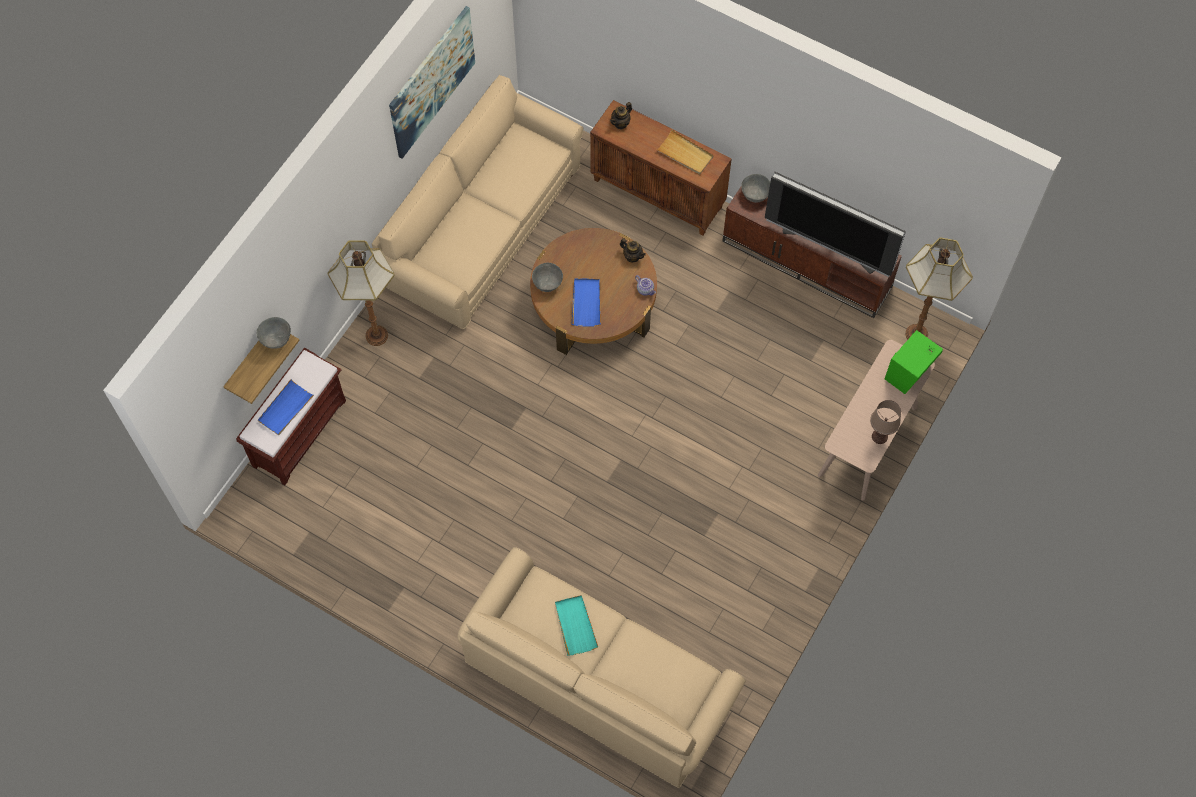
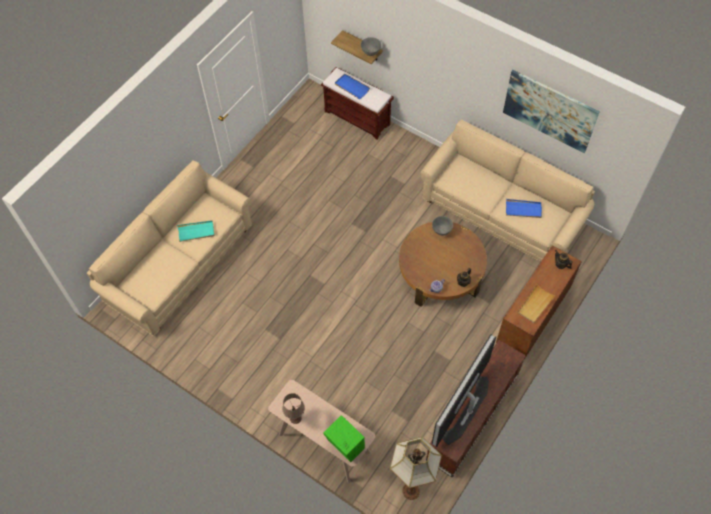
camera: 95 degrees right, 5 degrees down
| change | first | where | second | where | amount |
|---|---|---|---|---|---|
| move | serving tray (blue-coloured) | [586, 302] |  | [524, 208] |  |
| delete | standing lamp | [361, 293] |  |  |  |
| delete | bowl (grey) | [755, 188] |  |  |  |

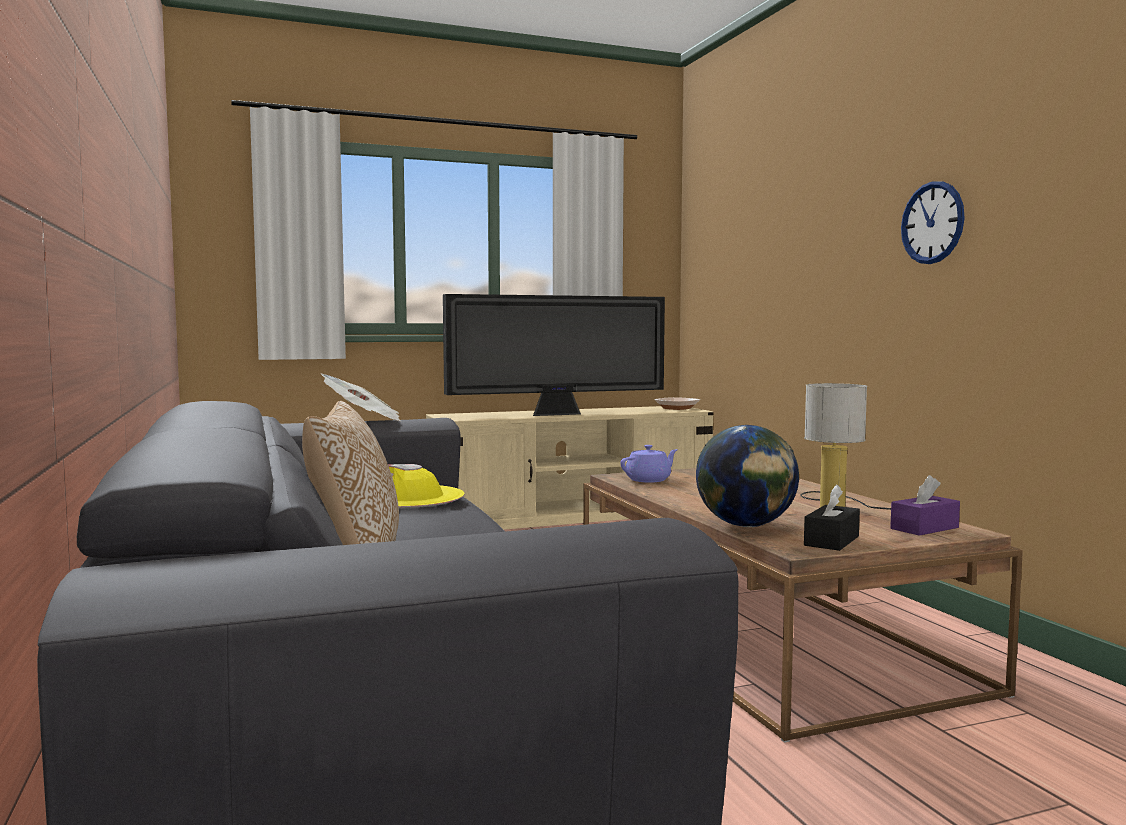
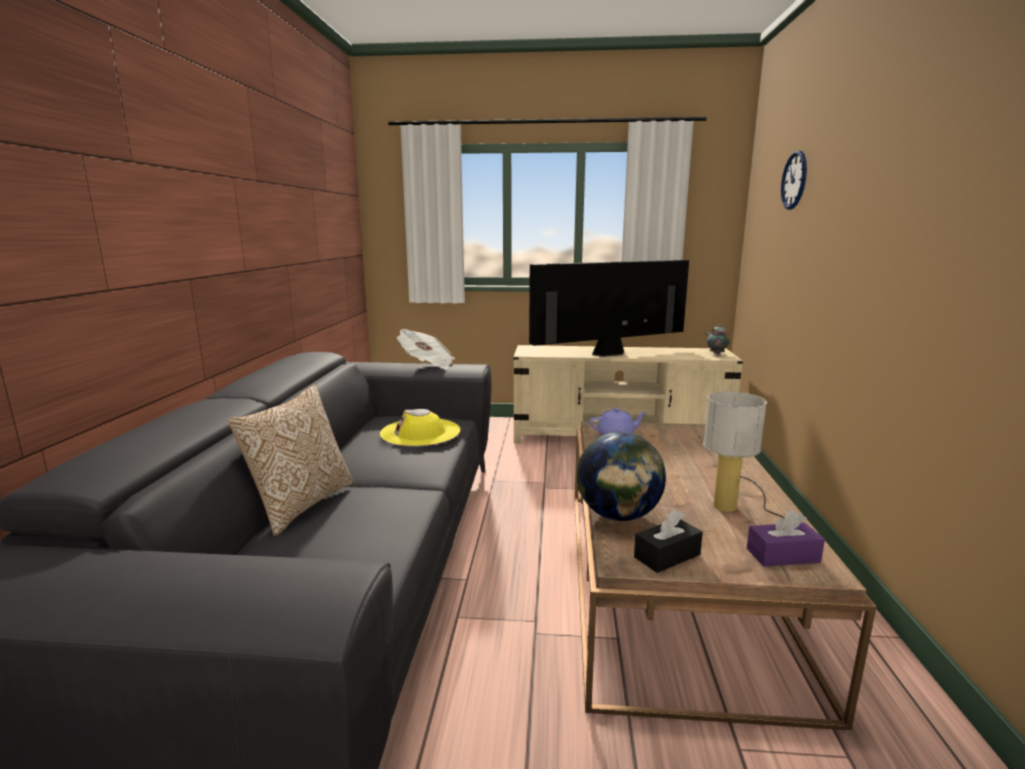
camera: 25 degrees right, 10 degrees up
| change | first | where | second | where | amount |
|---|---|---|---|---|---|
| rotate | TV set | [554, 355] |  | [609, 308] | 150 degrees clockwise |
| replace | bowl | [677, 403] | teapot | [718, 339] |  |
| move | wall clock | [933, 222] |  | [794, 180] |  |

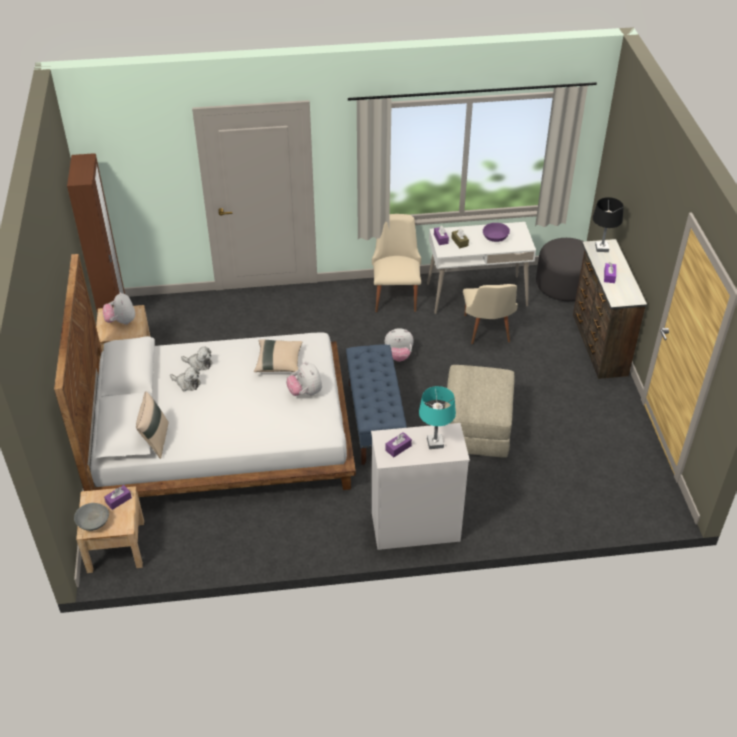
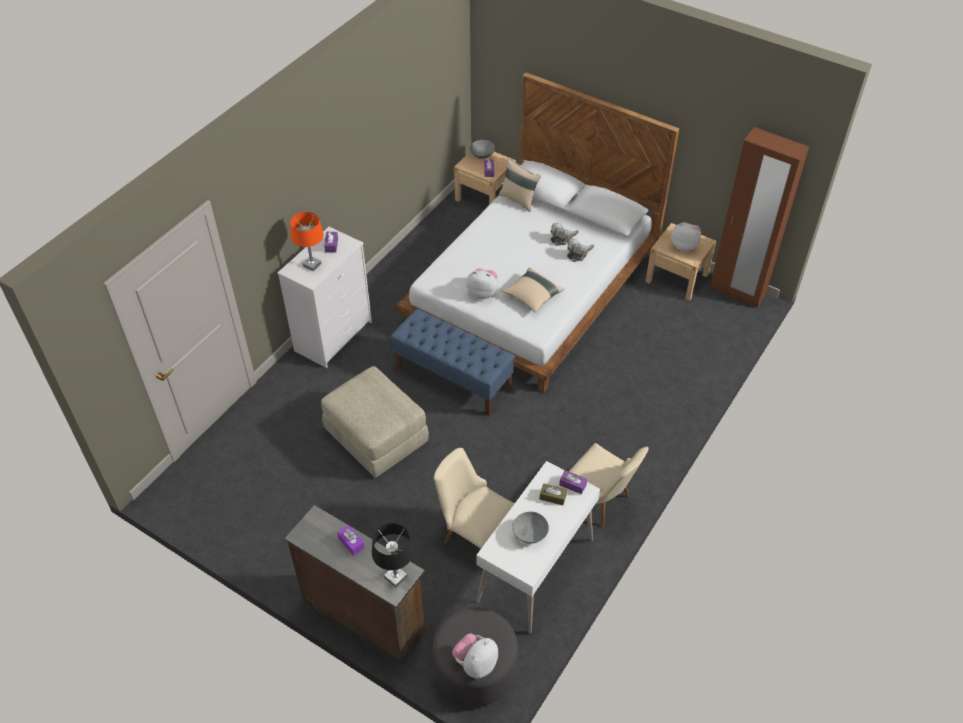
camera: 130 degrees right, 5 degrees up
| change | first | where | second | where | amount |
|---|---|---|---|---|---|
| recolor | tabletop lamp (blue-green) | [437, 417] | tabletop lamp (orangey) | [307, 241] |  |
| move | soft toy | [399, 345] |  | [475, 656] |  |
| recolor | bowl (purplish) | [496, 232] | bowl (grey) | [530, 528] |  |

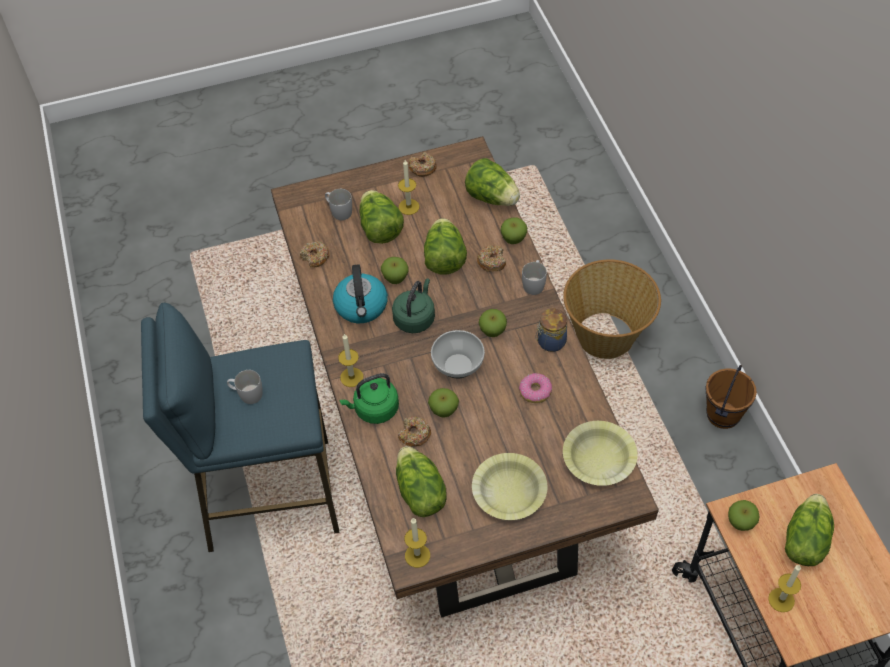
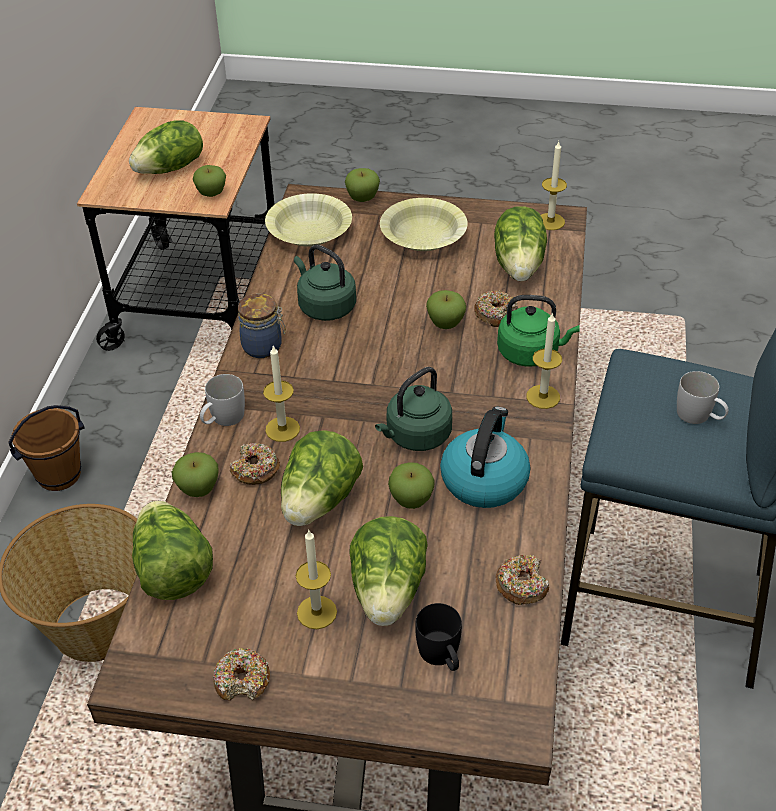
camera: 155 degrees left, 10 degrees down
| change | first | where | second | where | amount |
|---|---|---|---|---|---|
| move | wax light | [784, 588] |  | [281, 393] |  |
| replace | donut | [535, 388] | kettle (green-coloured) | [325, 283] |  |
| move | apple | [493, 323] |  | [362, 185] |  |
| recolor | coffee mug (whitish) | [338, 204] | coffee mug (black-coloured) | [438, 637] |  |
| delete | bowl | [458, 354] |  |  |  |

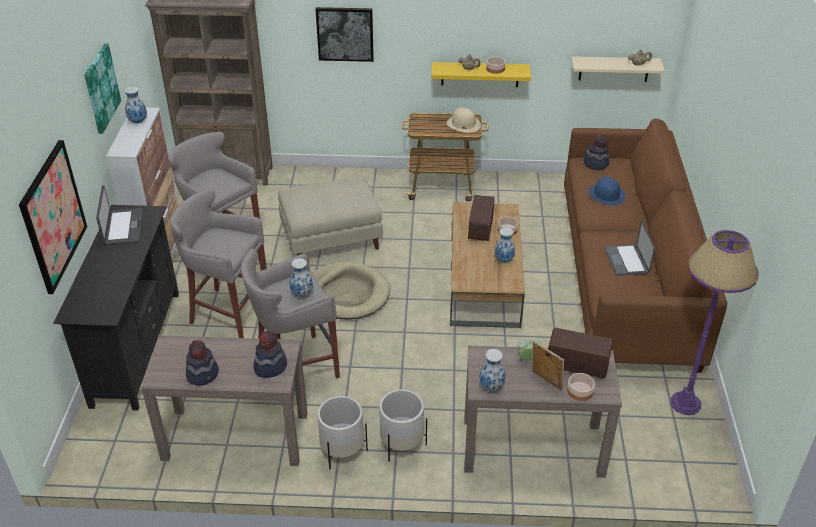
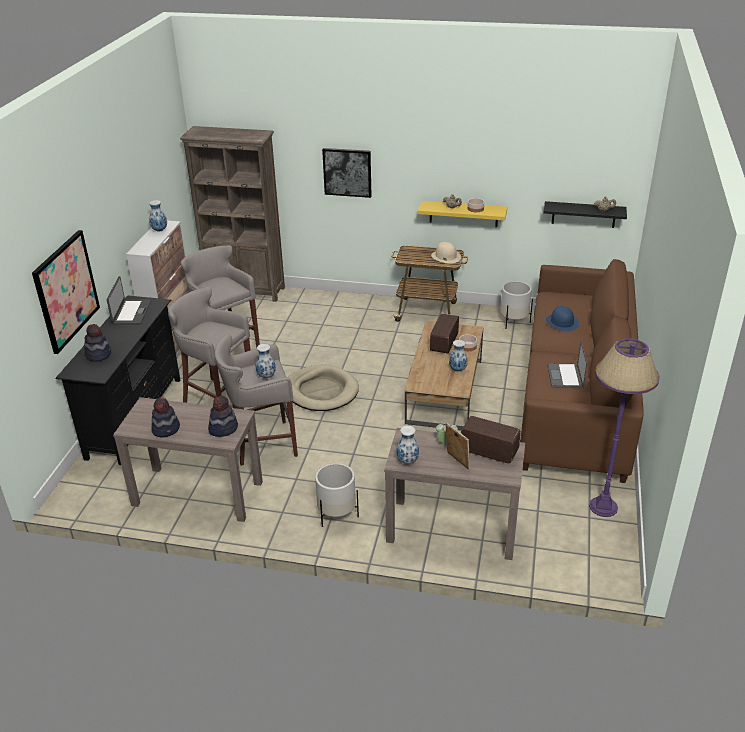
camera: 10 degrees right, 5 degrees down
| change | first | where | second | where | amount |
|---|---|---|---|---|---|
| move | clothing hat | [596, 152] |  | [97, 343] |  |
| move | planter (whitish) | [342, 433] |  | [516, 305] |  |
| recolor | bracket shelf (sand-coloured) | [618, 69] | bracket shelf (black-coloured) | [585, 214] |  |
| delete | picture | [102, 89] |  |  |  |
| delete | footrest (sand-coloured) | [330, 215] |  |  |  |
| delete | bowl | [581, 387] |  |  |  |

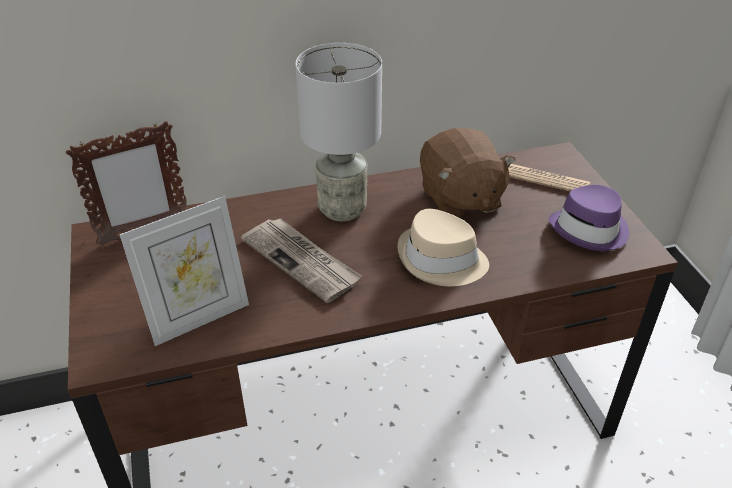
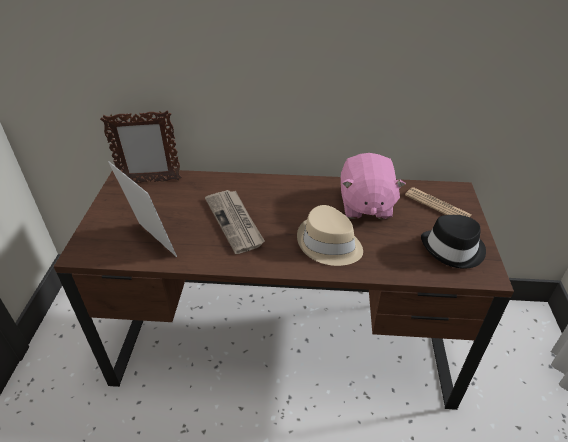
camera: 20 degrees right, 0 degrees up
| change | first | where | second | where | amount |
|---|---|---|---|---|---|
| rotate | standing frame | [184, 271] |  | [142, 209] | 120 degrees counterclockwise |
| recolor | soft toy (brown) | [468, 173] | soft toy (pink-coloured) | [373, 186] |  |
| recolor | clothing hat (purplish) | [589, 218] | clothing hat (black-coloured) | [453, 241] |  |
| delete | tabletop lamp (grey) | [338, 132] |  |  |  |

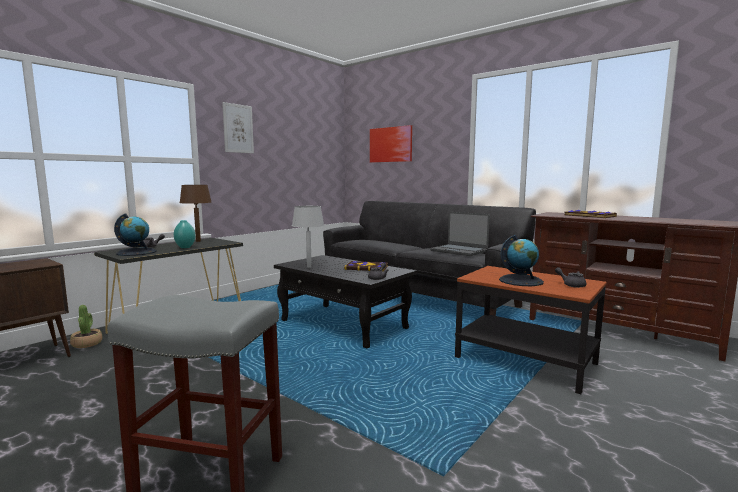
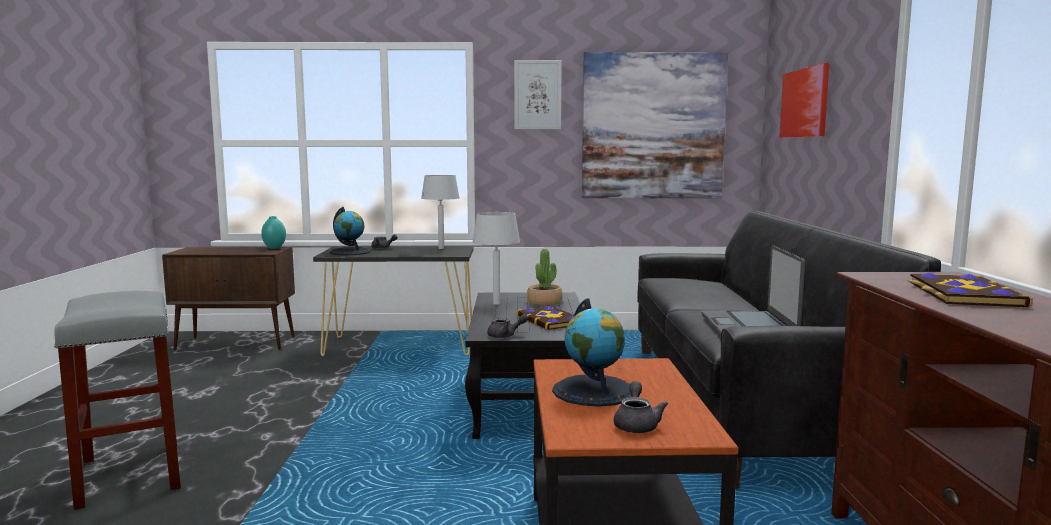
camera: 50 degrees right, 0 degrees up
| change | first | where | second | where | amount |
|---|---|---|---|---|---|
| move | vase (blue-green) | [184, 234] |  | [273, 232] |  |
| recolor | tabletop lamp (brown) | [195, 213] | tabletop lamp (grey) | [440, 212] |  |
| move | houseplant | [86, 326] |  | [545, 277] |  |
| insert |  |  | picture | [655, 125] |  |

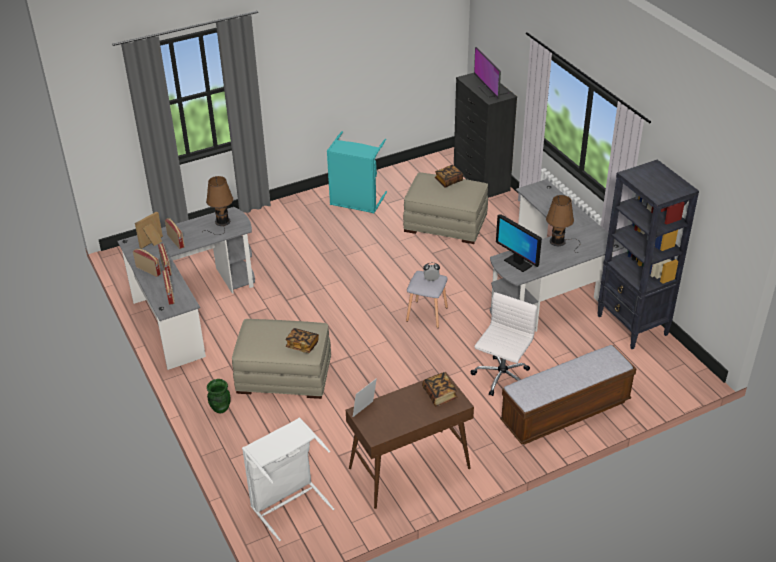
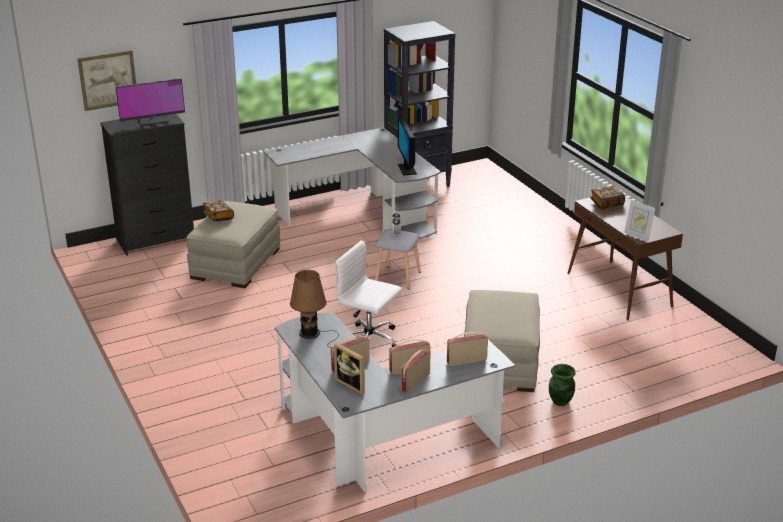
camera: 90 degrees left, 10 degrees down
| change | first | where | second | where | amount |
|---|---|---|---|---|---|
| insert |  |  | picture | [106, 80] |  |
| move | computer chair (whitish) | [504, 344] |  | [368, 293] |  |
| rotate | computer screen | [519, 243] |  | [407, 146] | 120 degrees clockwise |
| delete | hamper (whitish) | [288, 479] |  |  |  |
| delete | volume | [302, 340] |  |  |  |
| delete | hamper (blue-green) | [357, 172] |  |  |  |
| delete | indoor bench | [568, 395] |  |  |  |
| delete | tabletop lamp (brown) | [563, 224] |  |  |  |

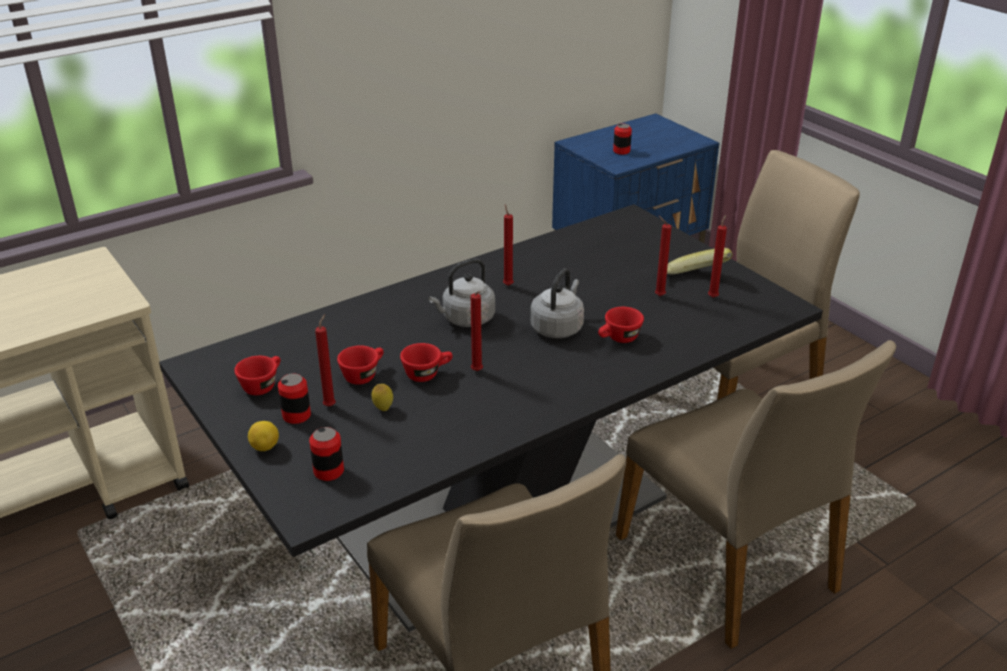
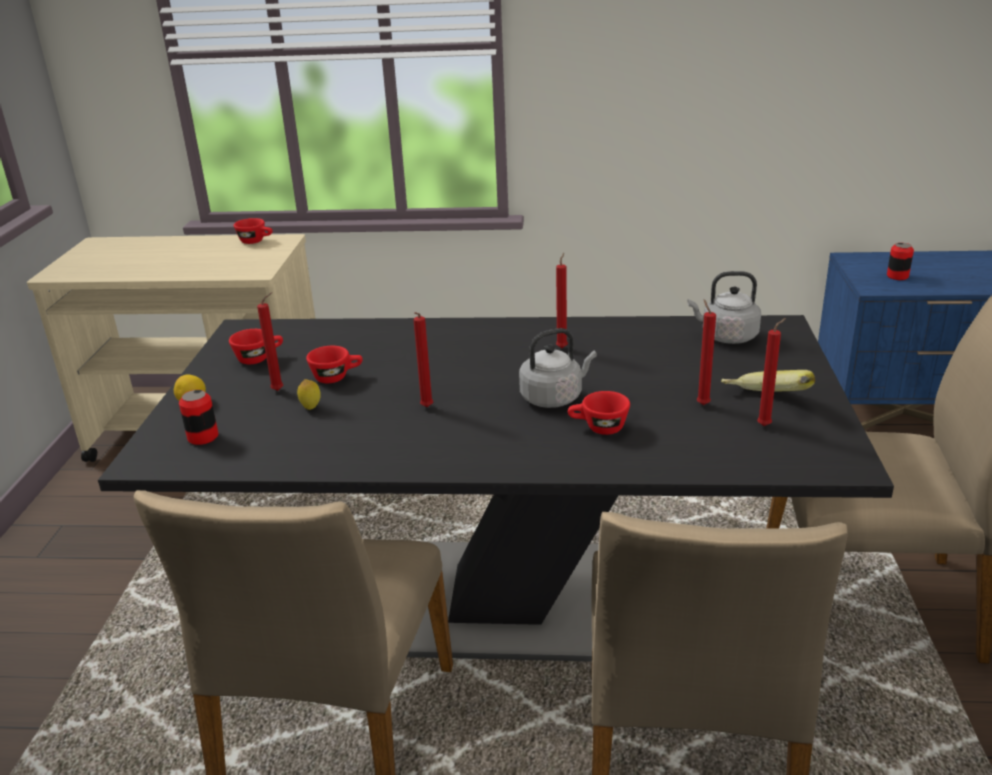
camera: 40 degrees right, 5 degrees down
| change | first | where | second | where | amount |
|---|---|---|---|---|---|
| move | cup (reddish) | [426, 362] |  | [253, 231] |  |
| move | kettle (grey) | [462, 293] |  | [724, 307] |  |
| delete | metal can | [294, 398] |  |  |  |

